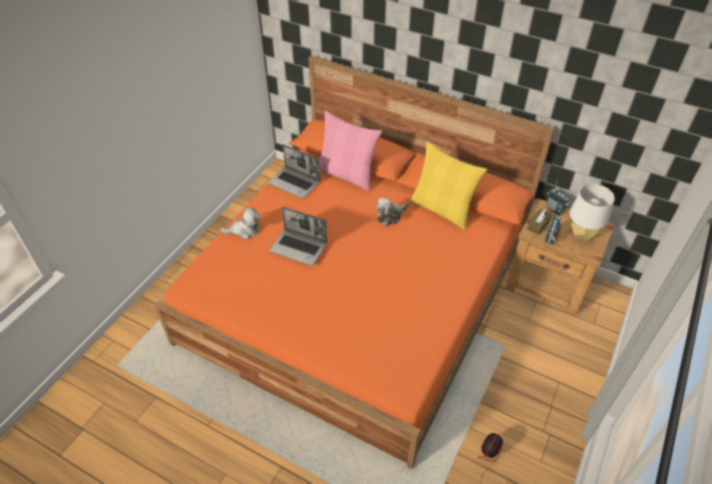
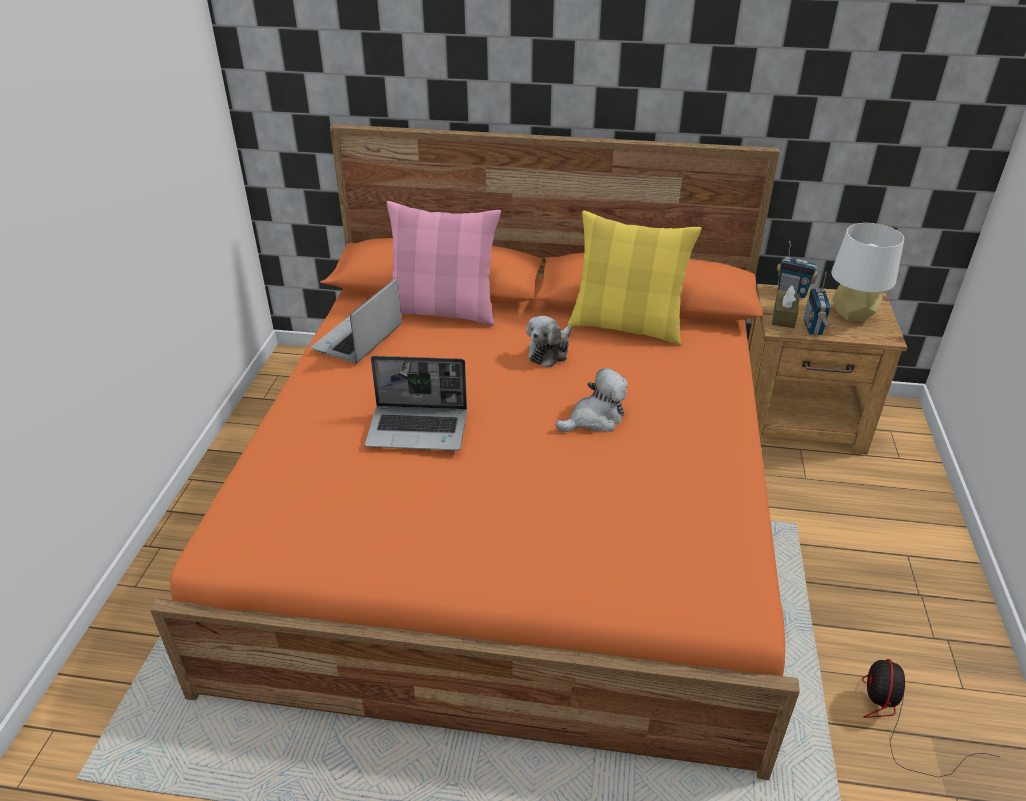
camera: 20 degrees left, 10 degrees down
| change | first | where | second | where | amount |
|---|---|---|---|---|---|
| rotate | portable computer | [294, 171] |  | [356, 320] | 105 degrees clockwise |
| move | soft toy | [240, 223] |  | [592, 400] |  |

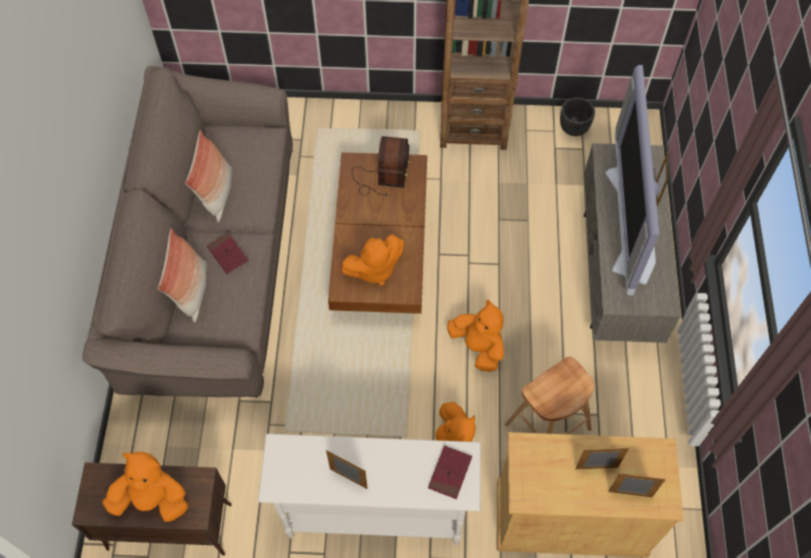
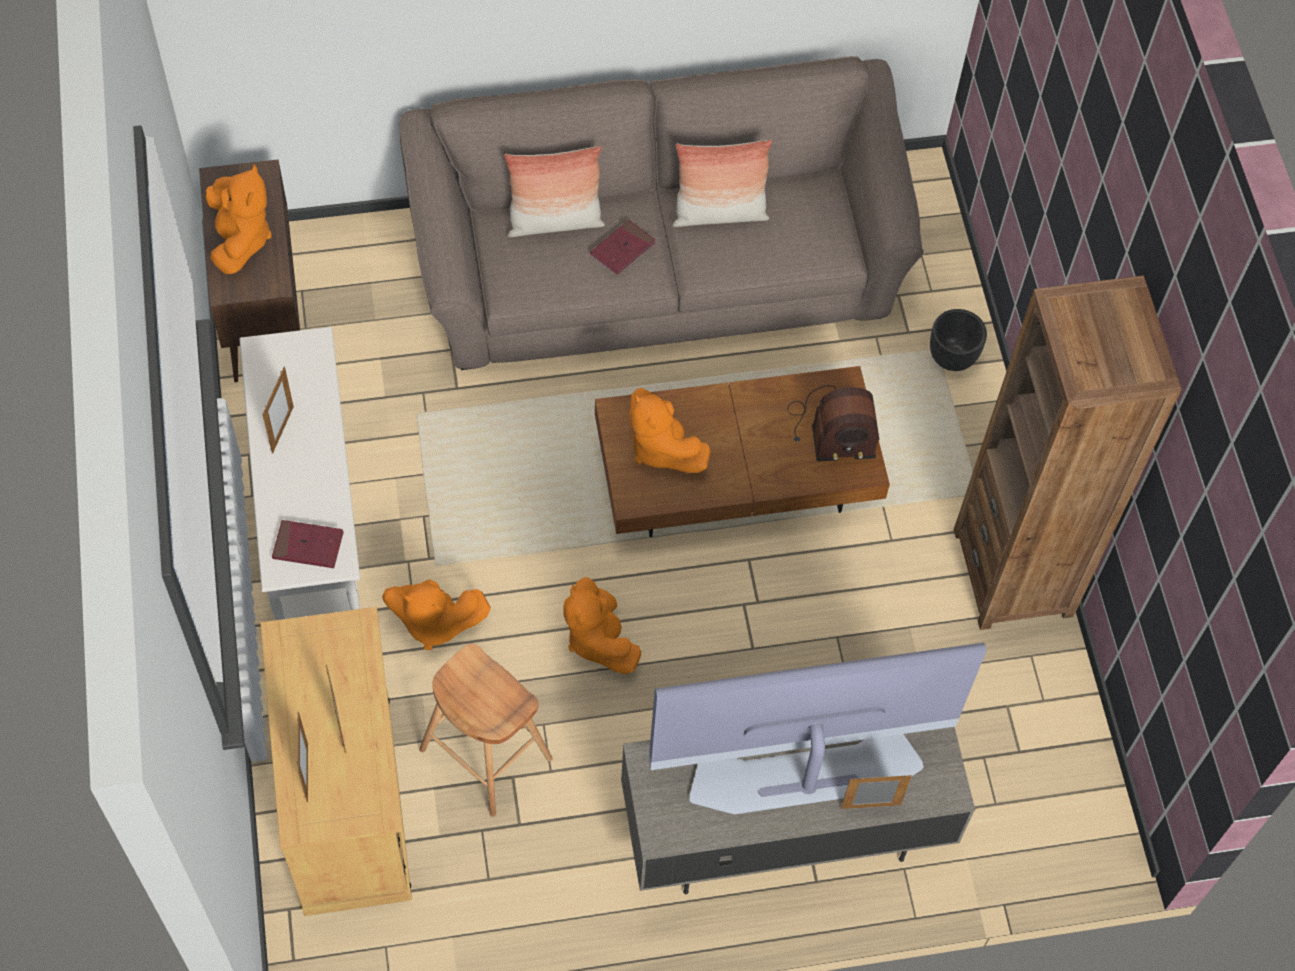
camera: 75 degrees right, 0 degrees up
| change | first | where | second | where | amount |
|---|---|---|---|---|---|
| rotate | soft toy (orangey) | [475, 336] |  | [602, 625] | 120 degrees clockwise |
| move | planter (black-coloured) | [577, 116] |  | [958, 340] |  |

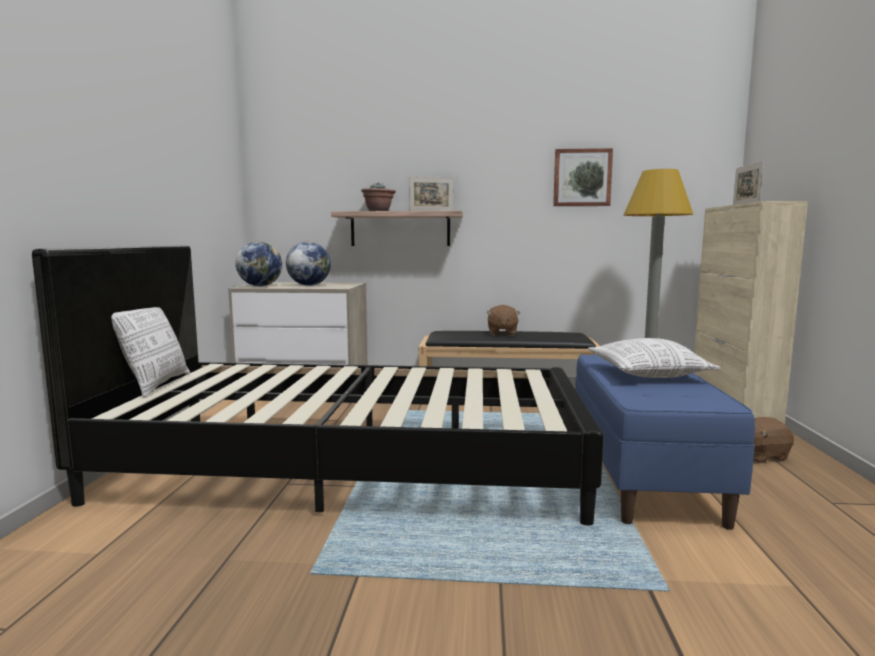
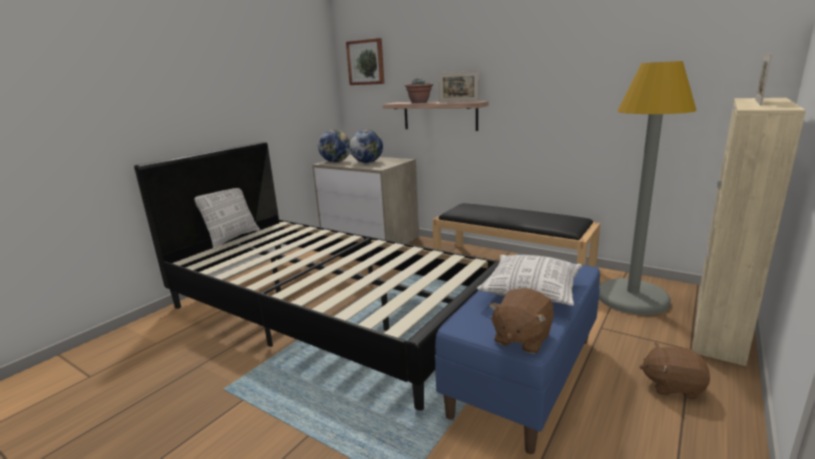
camera: 30 degrees right, 10 degrees up
| change | first | where | second | where | amount |
|---|---|---|---|---|---|
| move | picture | [583, 177] |  | [365, 61] |  |
| move | soft toy (brown) | [503, 320] |  | [521, 321] |  |

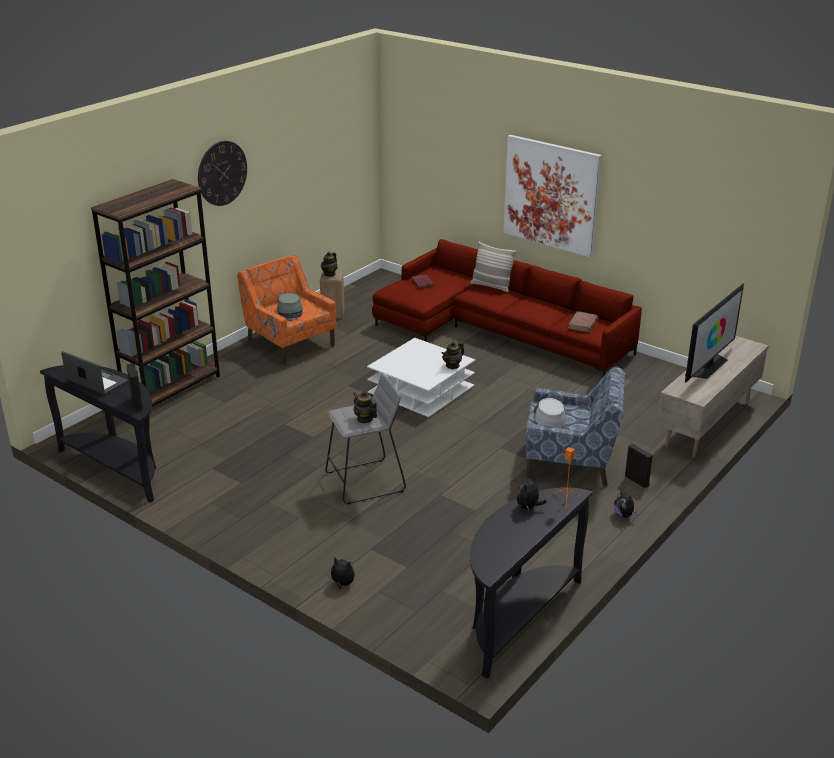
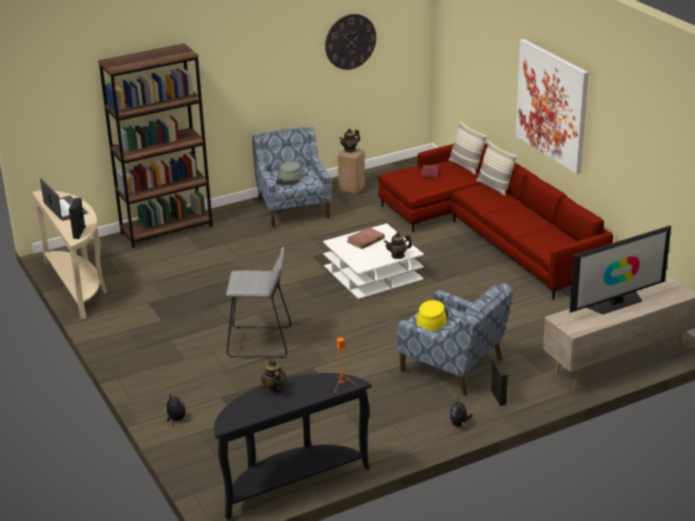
camera: 25 degrees right, 0 degrees up
| change | first | where | second | where | amount |
|---|---|---|---|---|---|
| recolor | narrow table (black-coloured) | [98, 434] | narrow table (sand-coloured) | [69, 255] |  |
| recolor | easy chair (orangey) | [287, 310] | easy chair (blue-coloured) | [291, 177] |  |
| move | teapot | [365, 407] |  | [273, 375] |  |
| move | wall clock | [222, 173] |  | [350, 42] |  |
| move | volume (brown) | [583, 321] |  | [366, 238] |  |
| recolor | clothing hat (grey) | [549, 413] | clothing hat (yellow-coloured) | [432, 315] |  |
| insert |  |  | throw pillow | [467, 148] |  |
| delete | soft toy | [531, 493] |  |  |  |

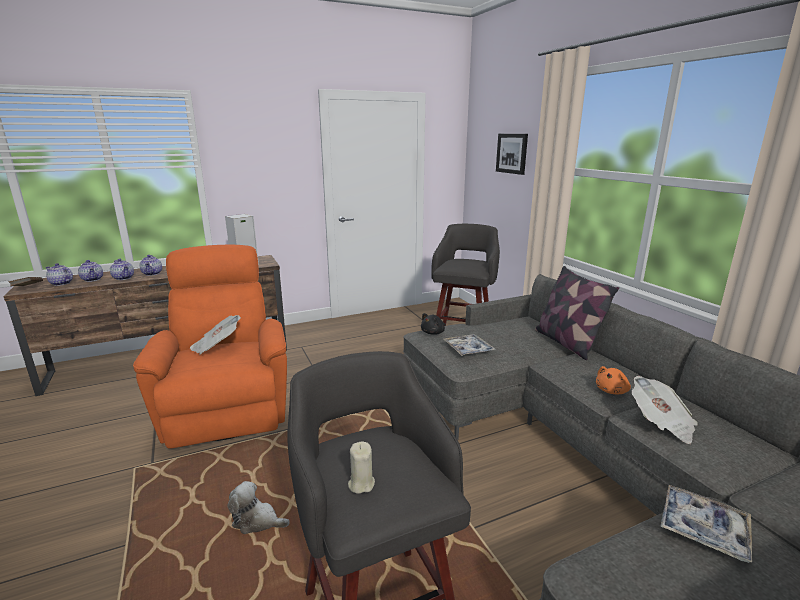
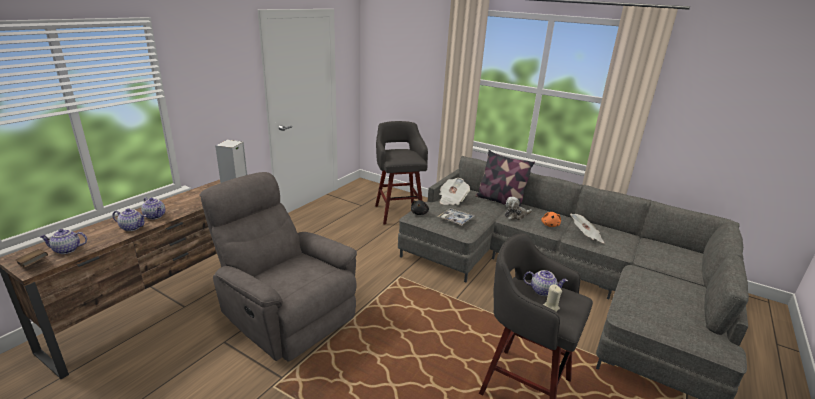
camera: 35 degrees left, 5 degrees up
| change | first | where | second | where | amount |
|---|---|---|---|---|---|
| recolor | easy chair (orangey) | [210, 347] | easy chair (grey) | [278, 266] |  |
| move | daily paper | [215, 335] |  | [454, 191] |  |
| move | soft toy | [258, 507] |  | [518, 208] |  |
| move | teapot | [90, 271] |  | [545, 283] |  |
| delete | picture | [512, 154] |  |  |  |
| delete | serving tray | [706, 524] |  |  |  |

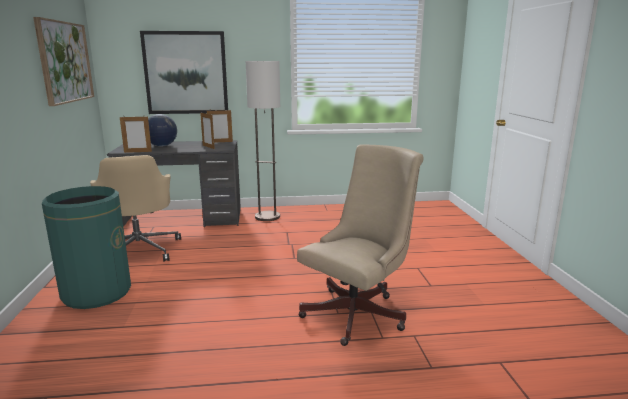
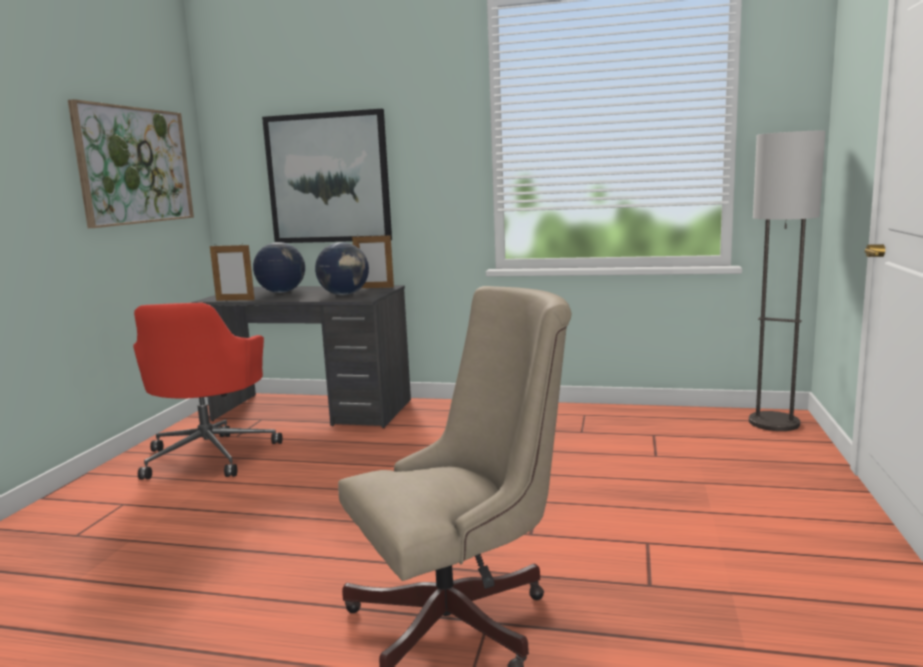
camera: 20 degrees right, 5 degrees down
| change | first | where | second | where | amount |
|---|---|---|---|---|---|
| recolor | computer chair (sand-coloured) | [135, 208] | computer chair (reddish) | [208, 391] |  |
| replace | standing frame | [207, 131] | globe | [342, 268] |  |
| move | standing lamp | [263, 141] |  | [787, 281] |  |
| delete | rubbish bin (green-coloured) | [86, 247] |  |  |  |

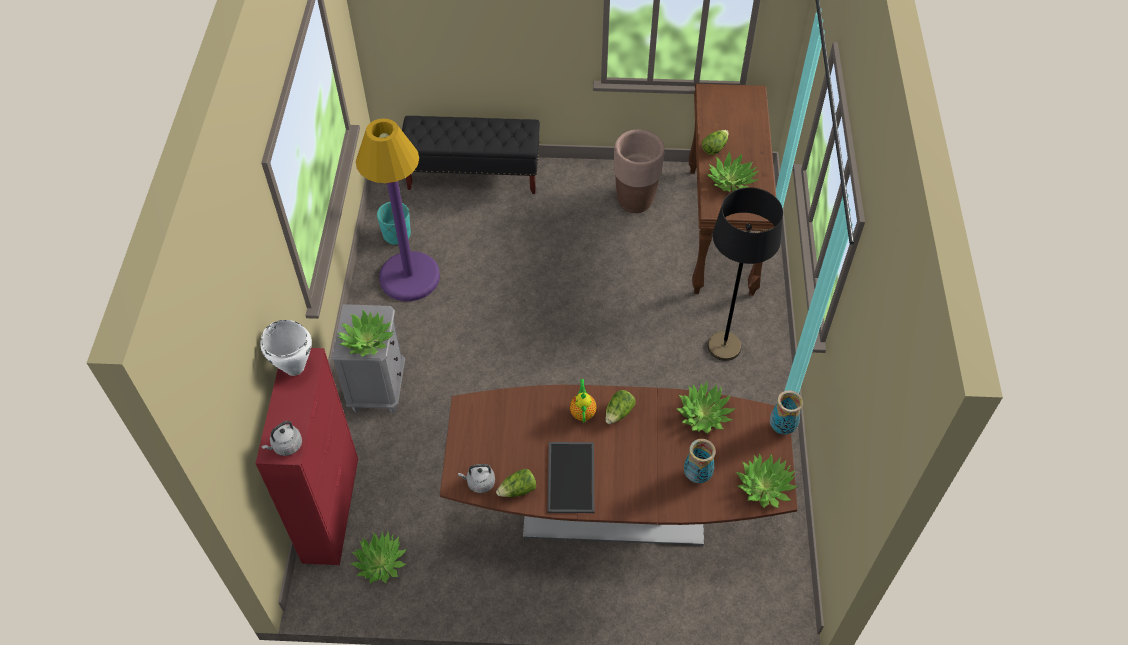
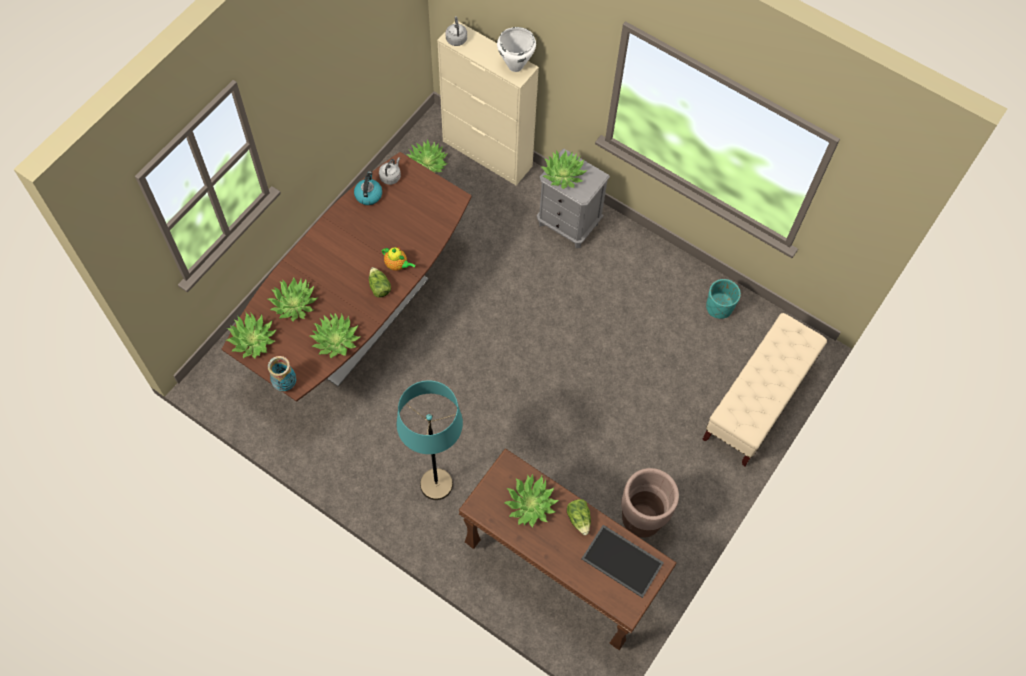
camera: 120 degrees right, 10 degrees up
| change | first | where | second | where | amount |
|---|---|---|---|---|---|
| replace | vase | [700, 461] | houseplant | [293, 300] |  |
| replace | lettuce | [516, 483] | kettle | [368, 188] |  |
| recolor | standing lamp (black-coloured) | [745, 274] | standing lamp (blue-green) | [430, 440] |  |
| recolor | cabinet (reddish) | [306, 456] | cabinet (sand-coloured) | [488, 103] |  |
| move | serving tray | [570, 477] |  | [623, 561] |  |
| recolor | indoor bench (black-coloured) | [471, 155] | indoor bench (sand-coloured) | [764, 389] |  |
| delete | standing lamp (purplish) | [398, 209] |  |  |  |

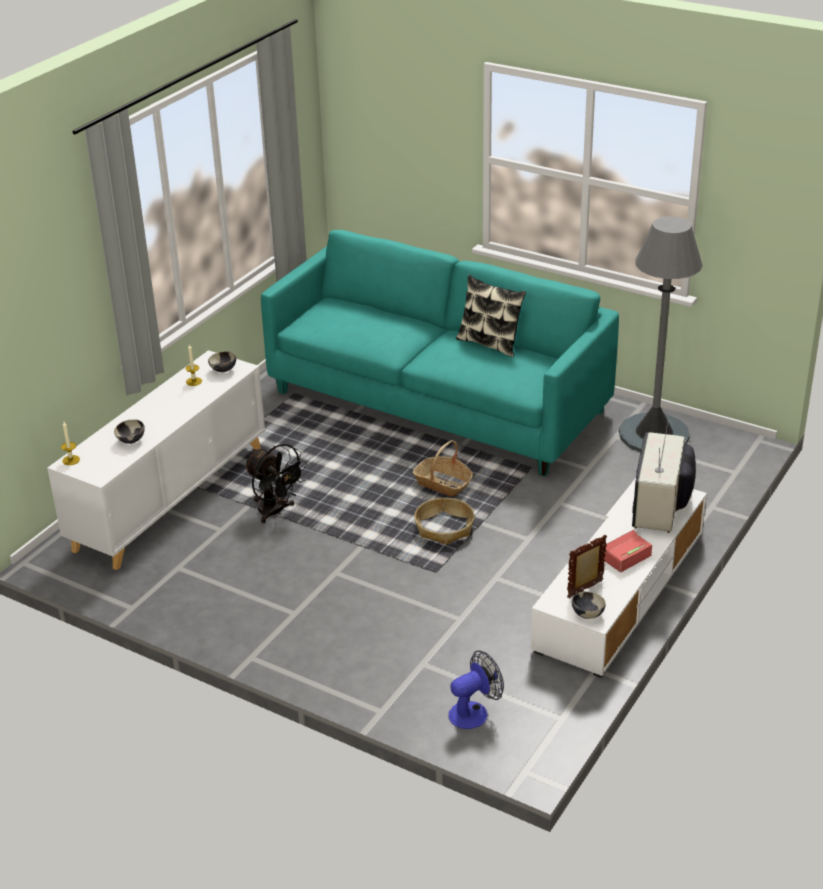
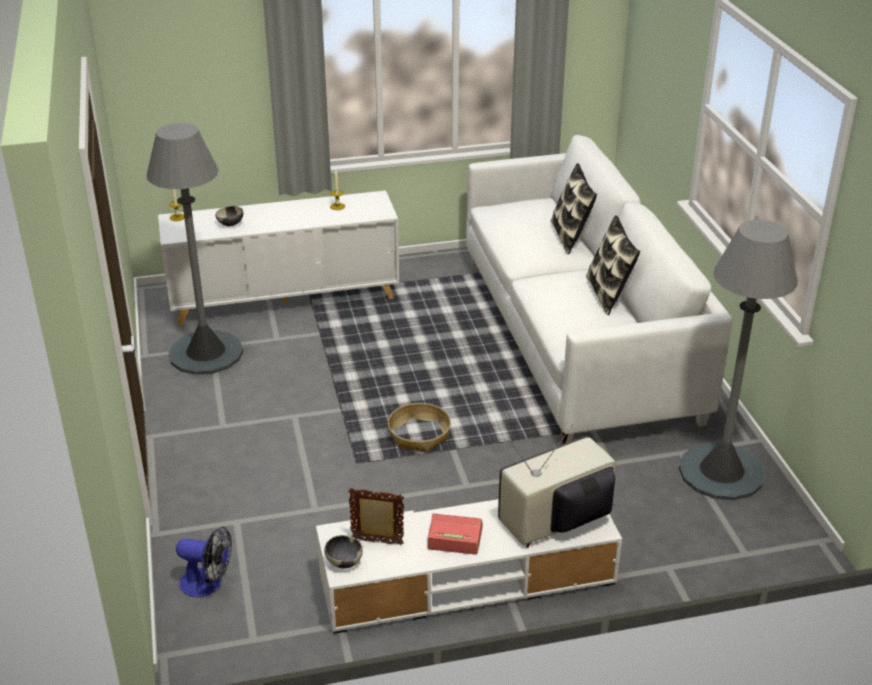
camera: 45 degrees right, 0 degrees up
| change | first | where | second | where | amount |
|---|---|---|---|---|---|
| insert |  |  | standing lamp (grey) | [194, 249] |  |
| recolor | settee (blue-green) | [440, 353] | settee (whitish) | [599, 289] |  |
| insert |  |  | throw pillow | [574, 209] |  |
| delete | bowl | [222, 362] |  |  |  |
| delete | electric fan (black-coloured) | [276, 483] |  |  |  |
| delete | household basket | [443, 468] |  |  |  |

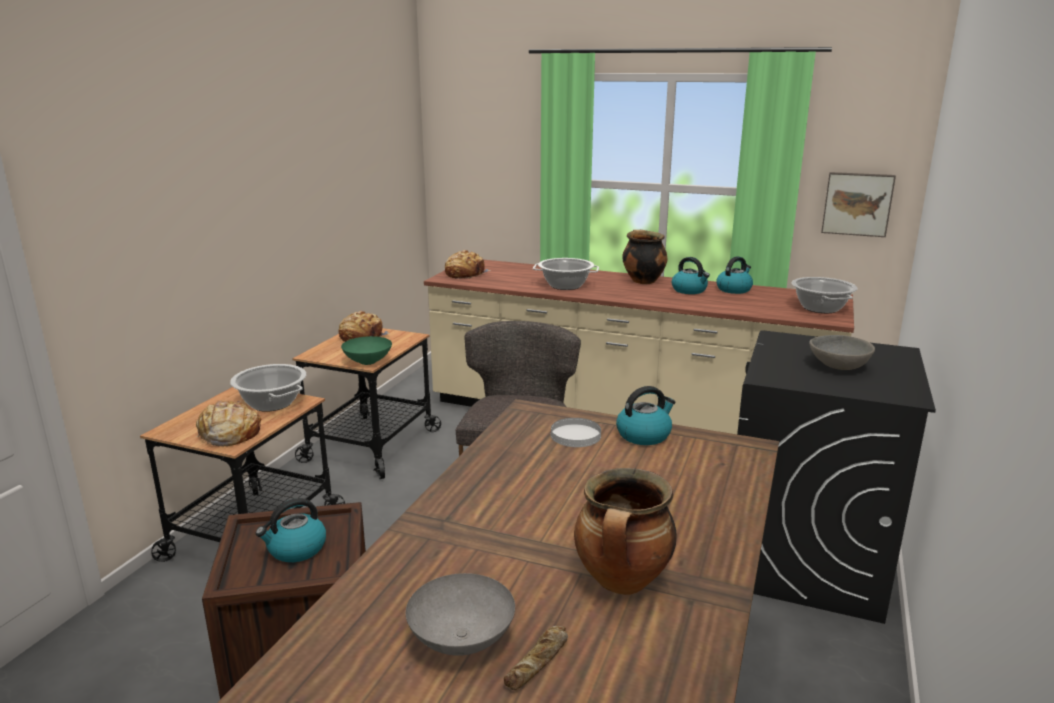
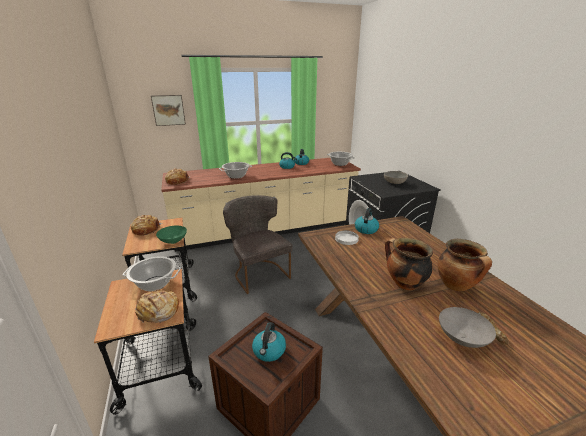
camera: 40 degrees left, 5 degrees up
| change | first | where | second | where | amount |
|---|---|---|---|---|---|
| move | picture | [858, 204] |  | [168, 110] |  |
| move | stockpot | [644, 257] |  | [409, 264] |  |

